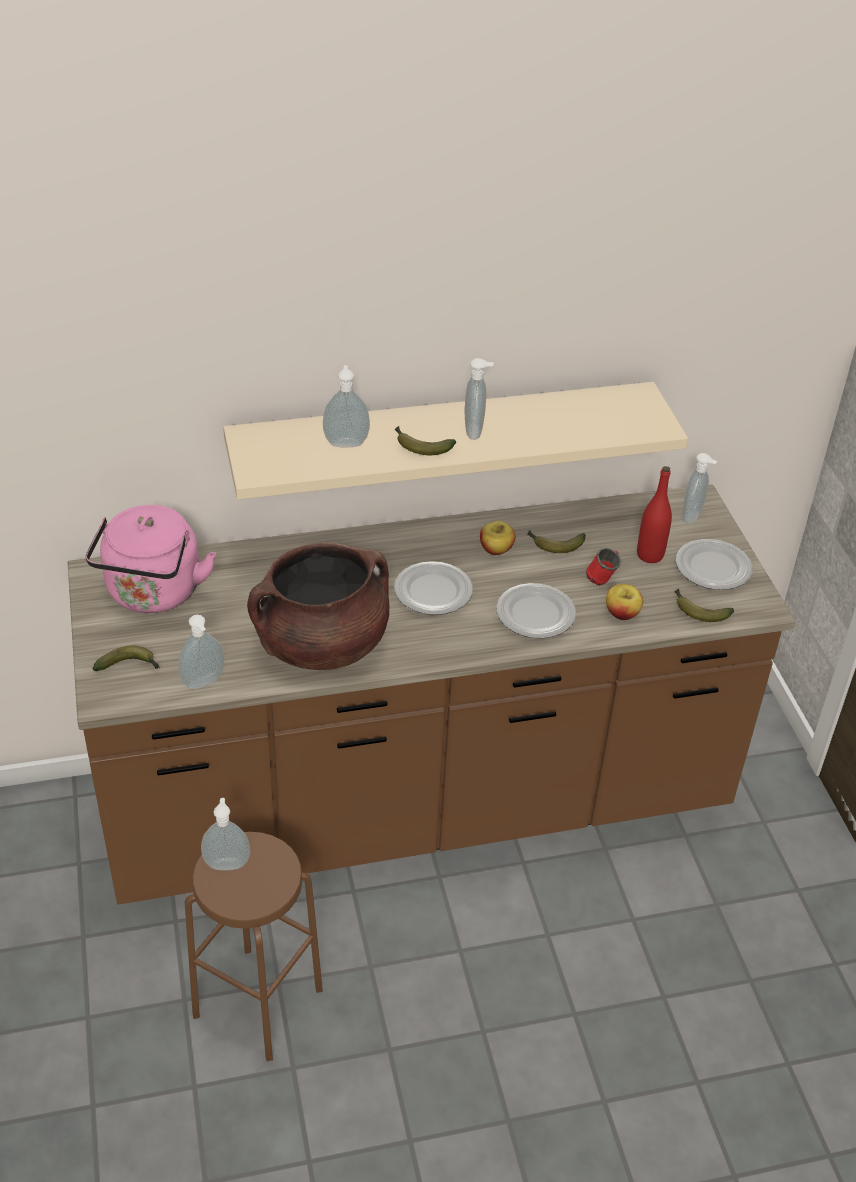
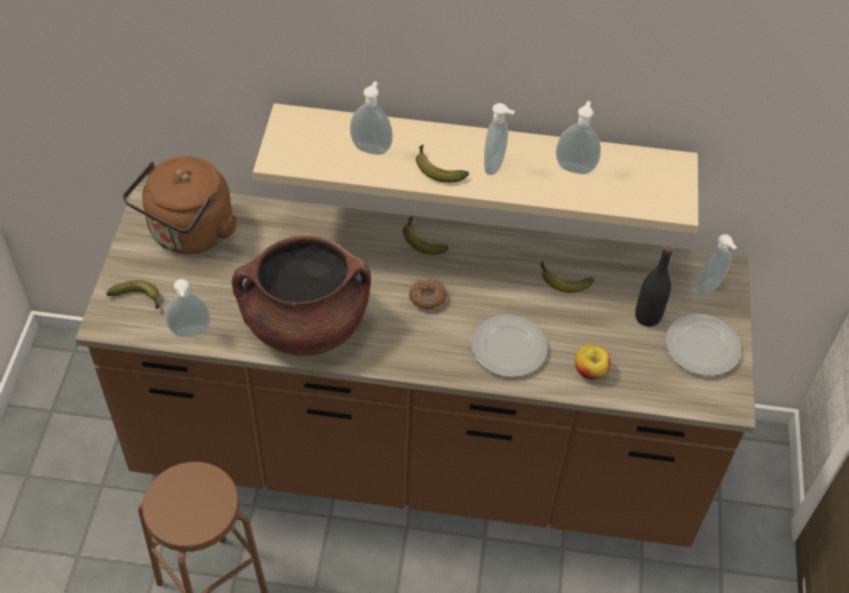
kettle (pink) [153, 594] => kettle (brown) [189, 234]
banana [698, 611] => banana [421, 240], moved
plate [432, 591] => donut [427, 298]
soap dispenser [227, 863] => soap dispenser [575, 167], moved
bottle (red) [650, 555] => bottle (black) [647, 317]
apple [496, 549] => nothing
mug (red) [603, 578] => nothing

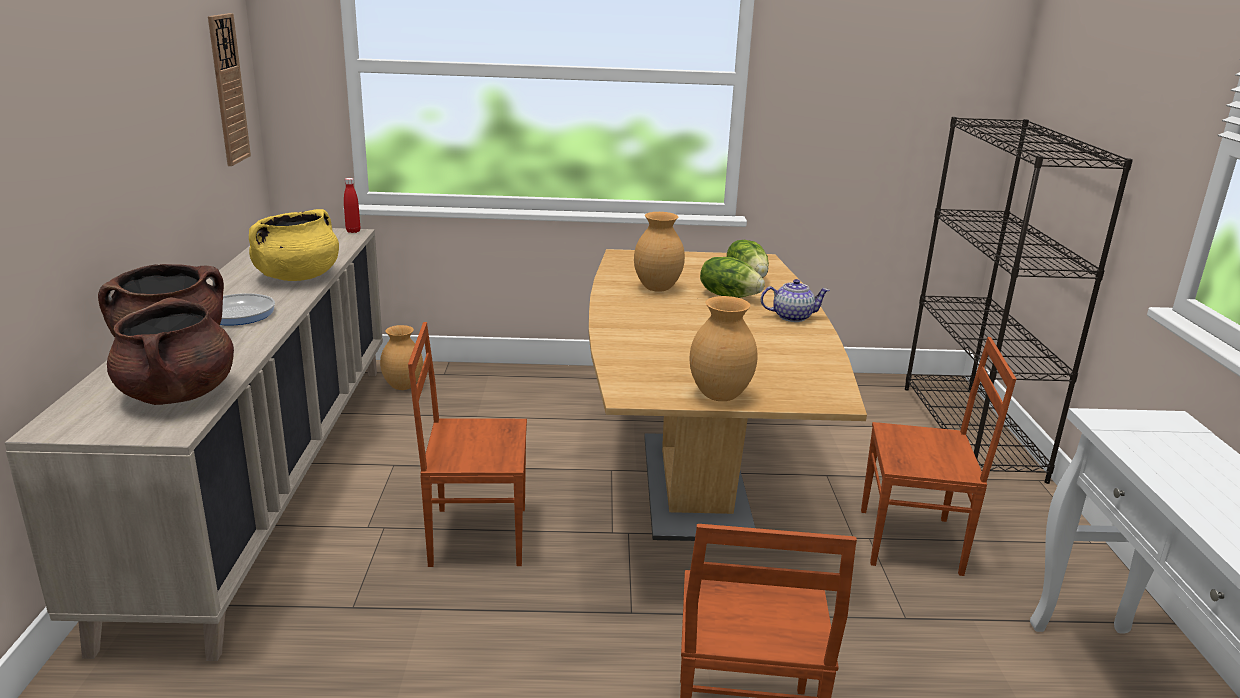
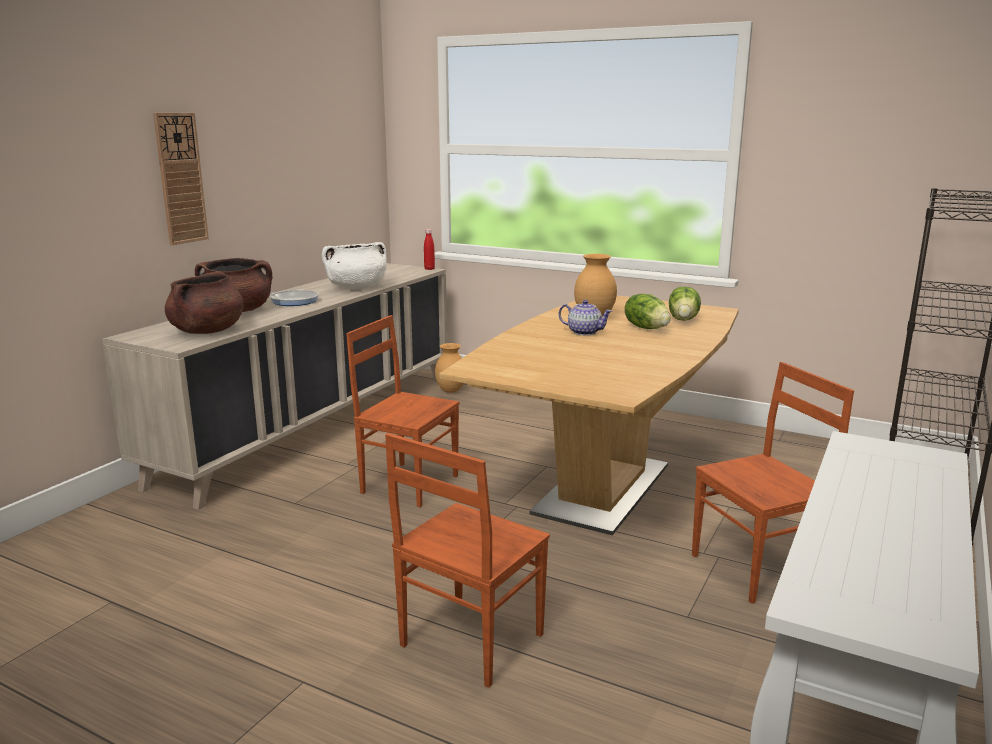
wall clock [228, 90] => wall clock [180, 178], moved
cooking pot (yellow) [297, 277] => cooking pot (white) [356, 288]
teapot [791, 317] => teapot [584, 332], moved
chair (brown) [912, 542] => chair (brown) [757, 569], 60 degrees counterclockwise
vase (brown) [720, 396] => nothing

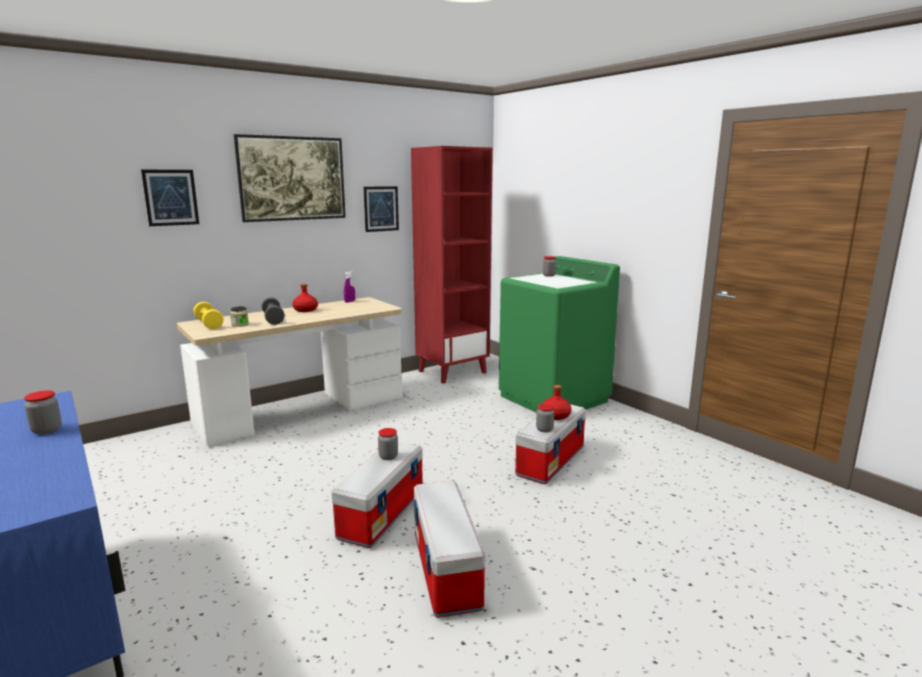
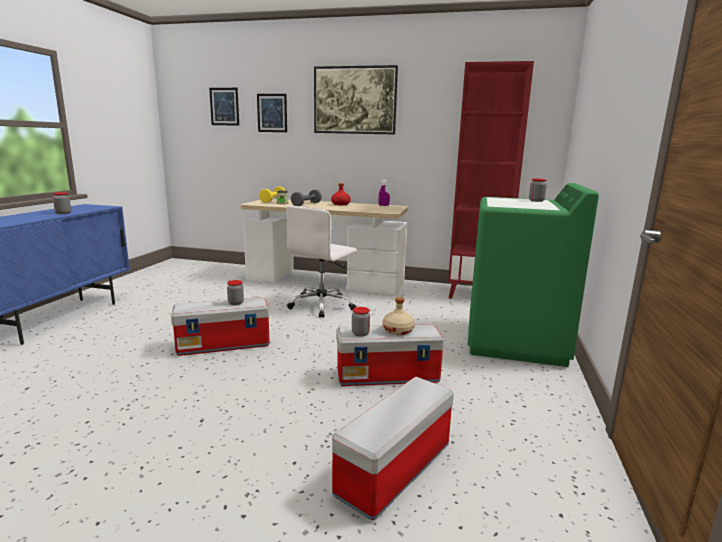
picture [381, 209] => picture [224, 106], moved
nothing => office chair (white) [322, 305]
storage box [447, 571] => storage box [394, 470], moved
bottle (red) [555, 416] => bottle (beige) [398, 330]

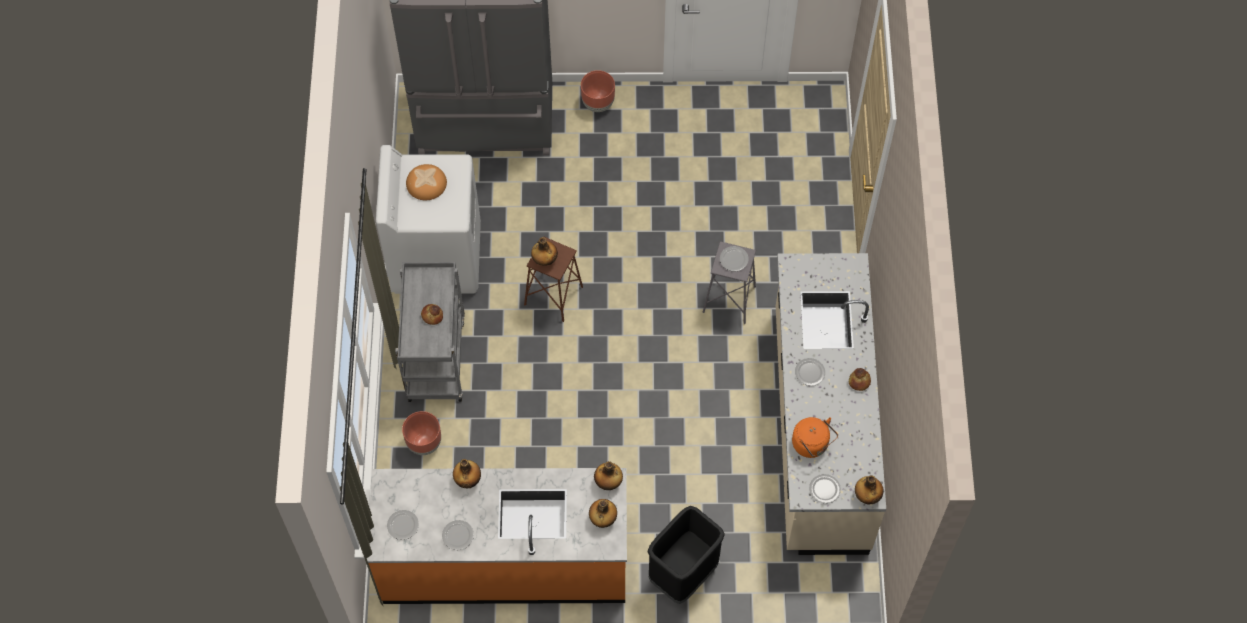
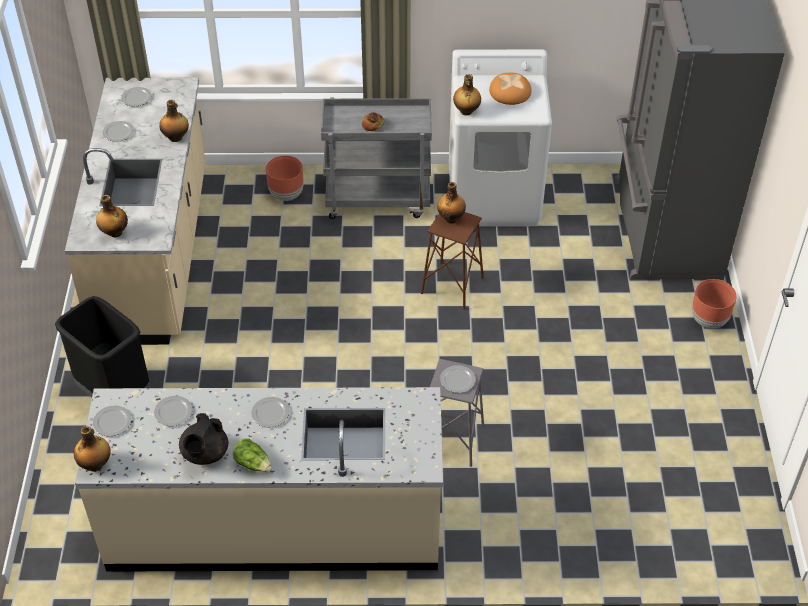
counter (orange) [505, 560] => counter (beige) [155, 254]
kettle (orange) [812, 445] => plate [172, 412]
nothing => teapot (black) [205, 454]
bread [859, 381] => lettuce [253, 463]
bottle [608, 482] => bottle [466, 111], moved

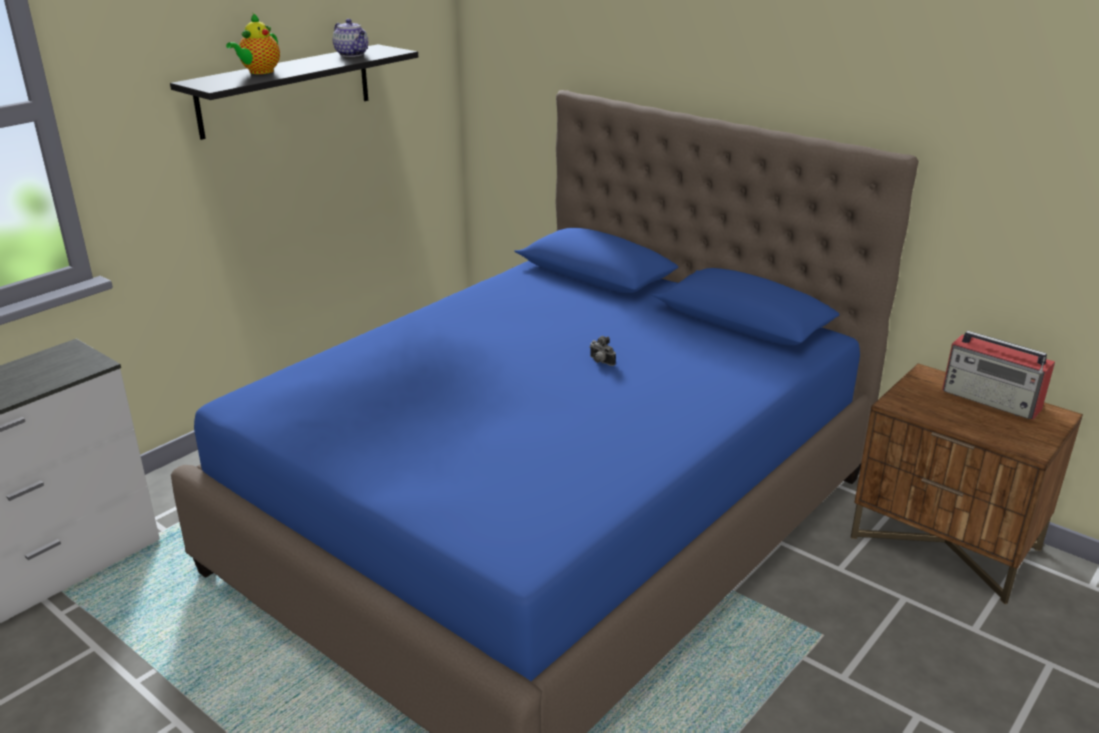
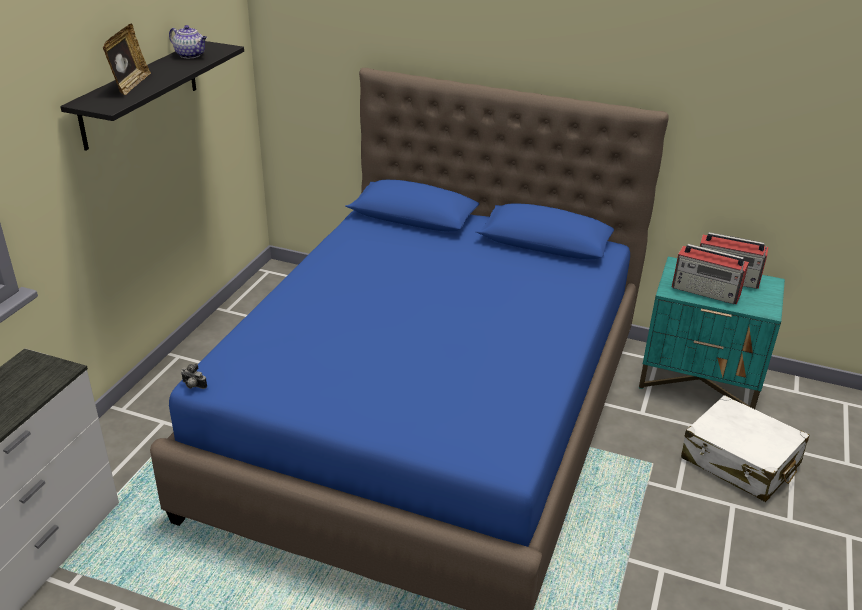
teapot [259, 72] => picture frame [130, 85]
photo camera [600, 362] => photo camera [193, 386], moved
nightstand (brown) [946, 544] => nightstand (turquoise) [700, 380]
nothing => radio [706, 291]
nothing => suitcase (white) [740, 461]

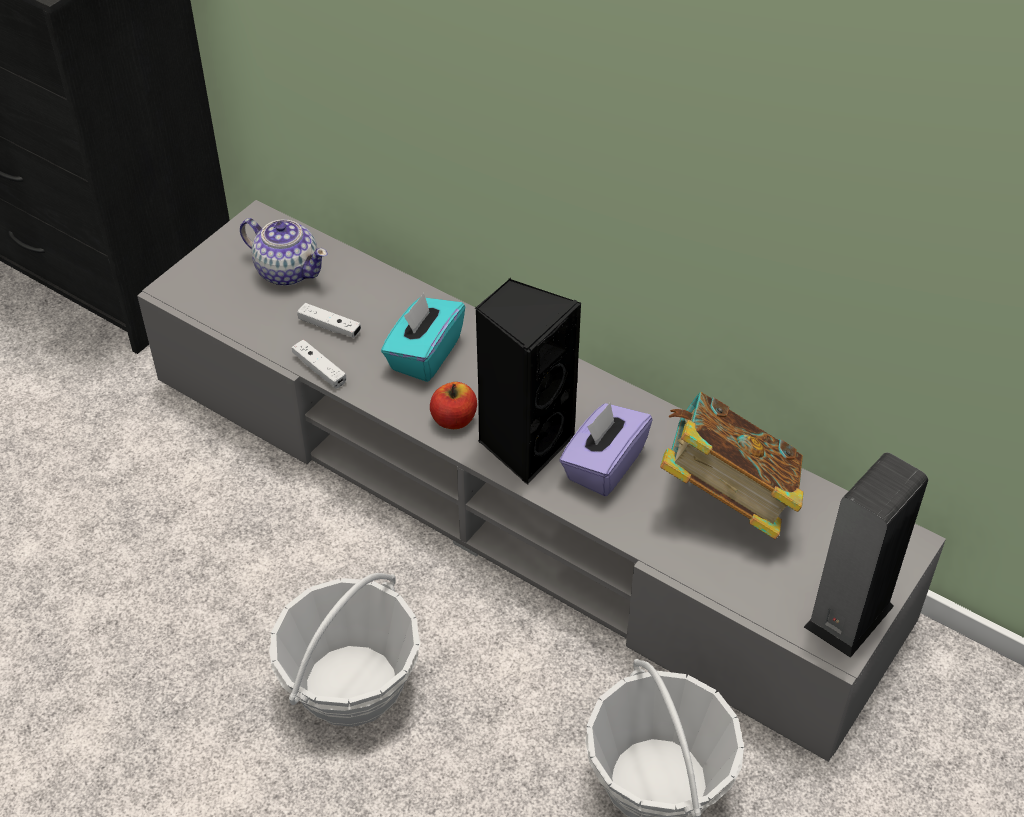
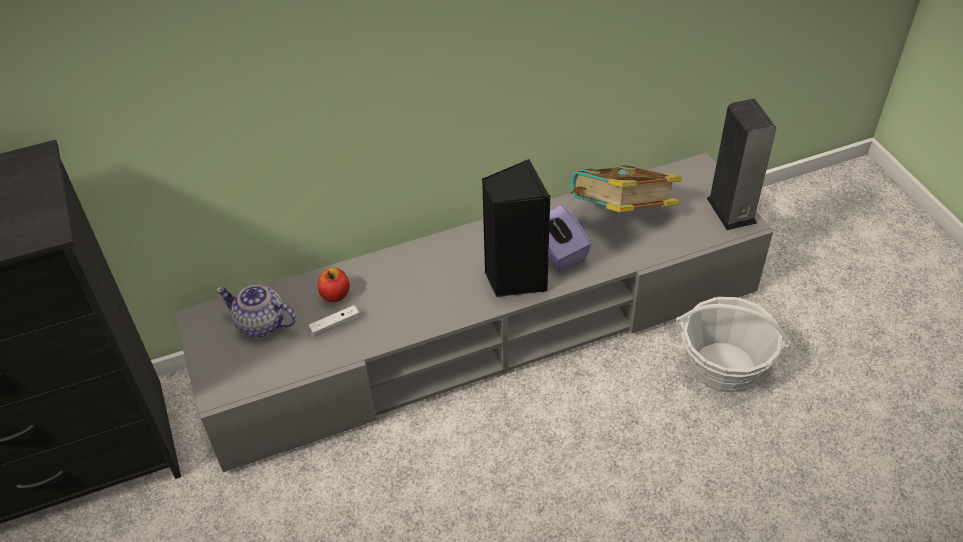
teapot [287, 270] => teapot [261, 324], 135 degrees counterclockwise
apple [454, 419] => apple [335, 294], moved
basket [351, 685] => nothing
game controller (white) [319, 369] => nothing
tissue box (turquoise) [424, 355] => nothing

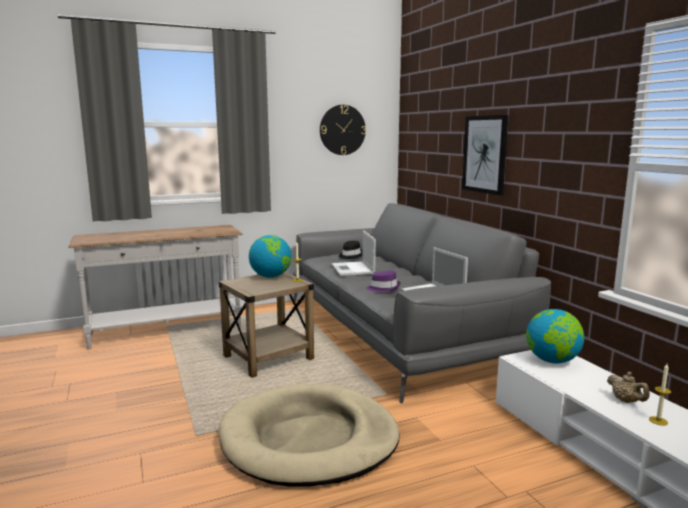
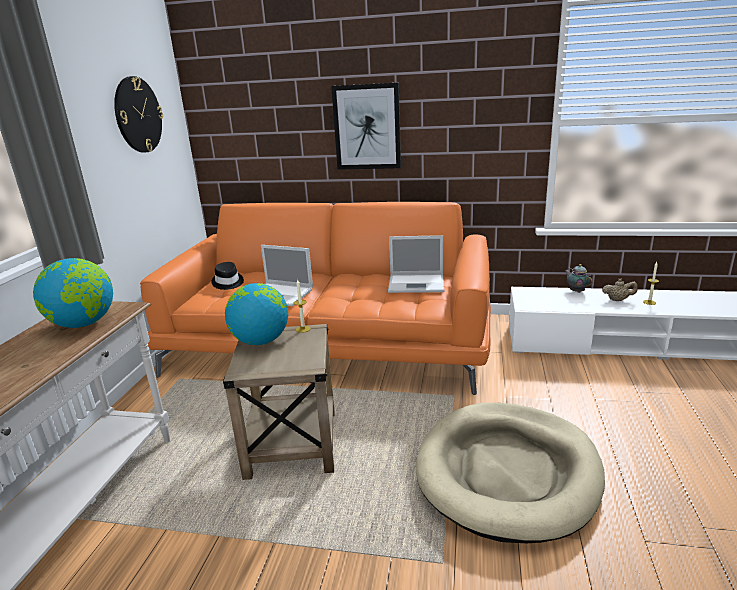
globe [552, 361] => globe [83, 324], moved
sofa (grey) [398, 332] => sofa (orange) [332, 343]
nothing => teapot [576, 291]
hat (purple) [383, 288] => nothing

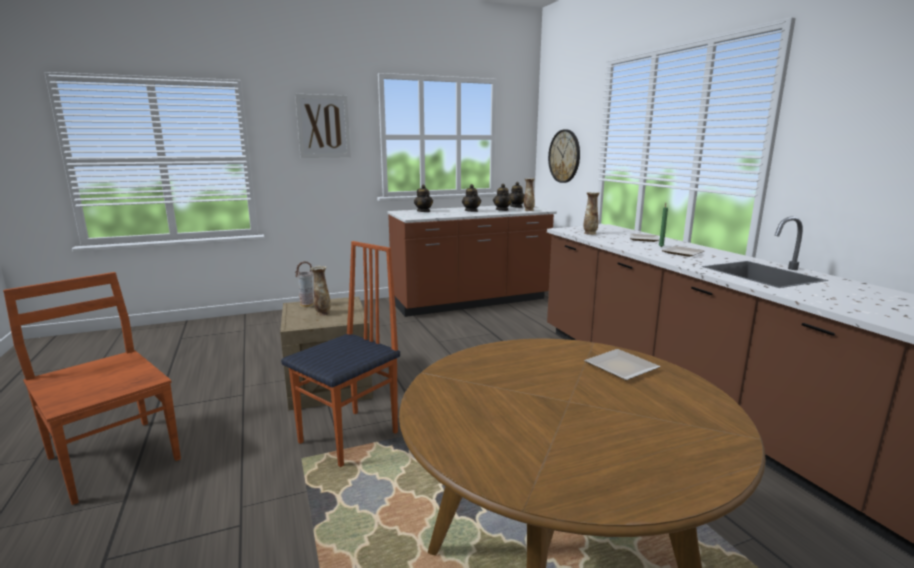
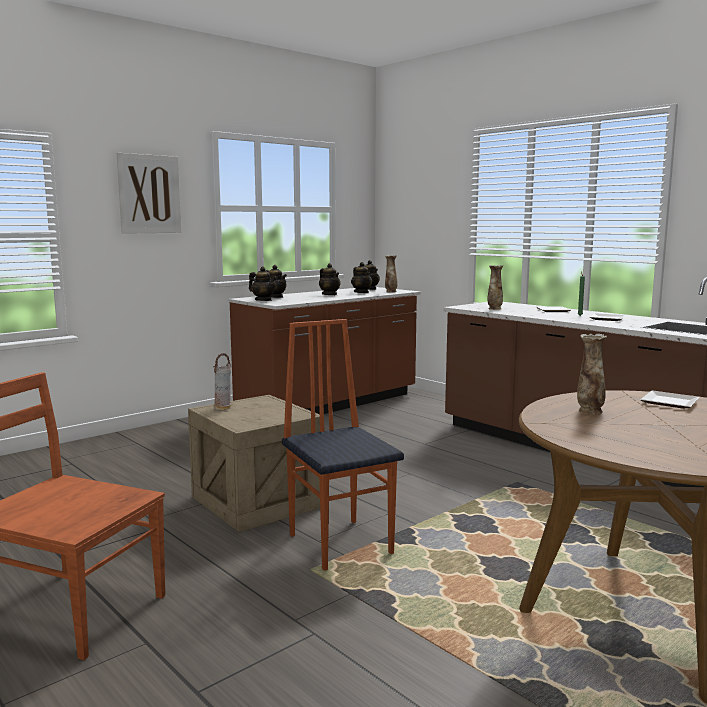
nothing => teapot [263, 300]
chair [350, 437] => chair [341, 543], 45 degrees counterclockwise
vase [322, 313] => vase [589, 411], moved
wall clock [564, 156] => nothing

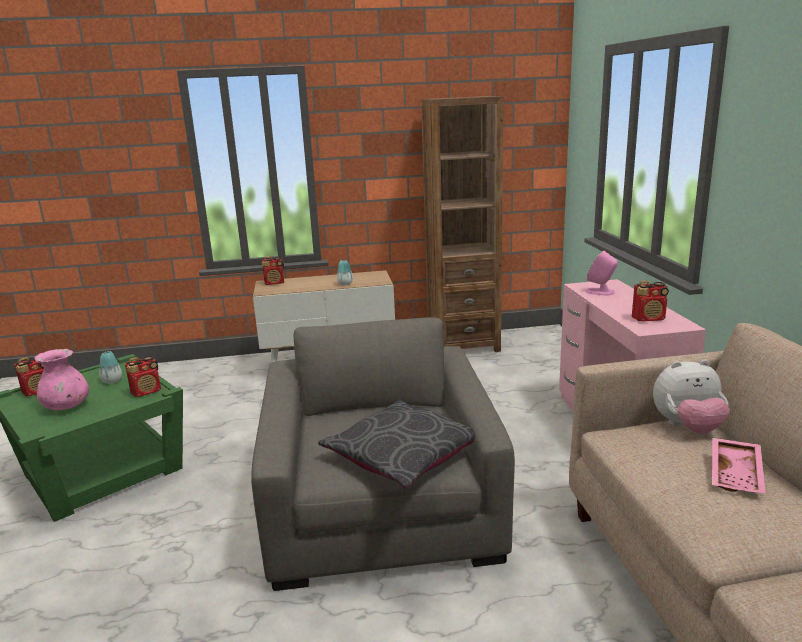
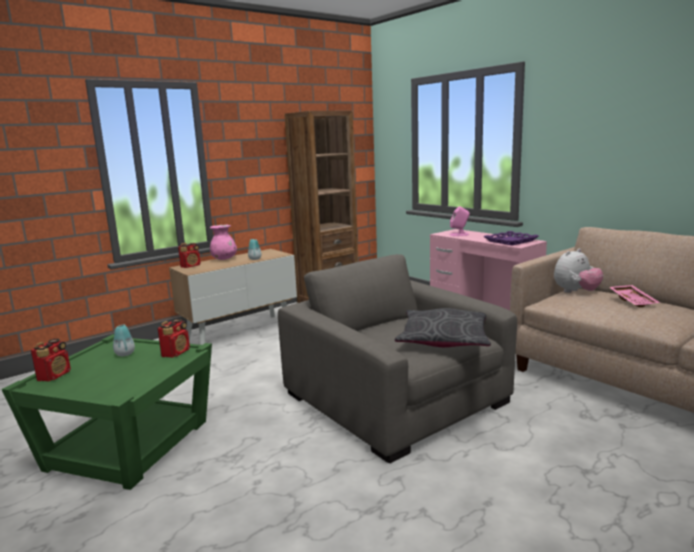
vase (pink) [67, 407] => vase (pink) [224, 259], moved
radio [649, 319] => tray (purple) [510, 241]

